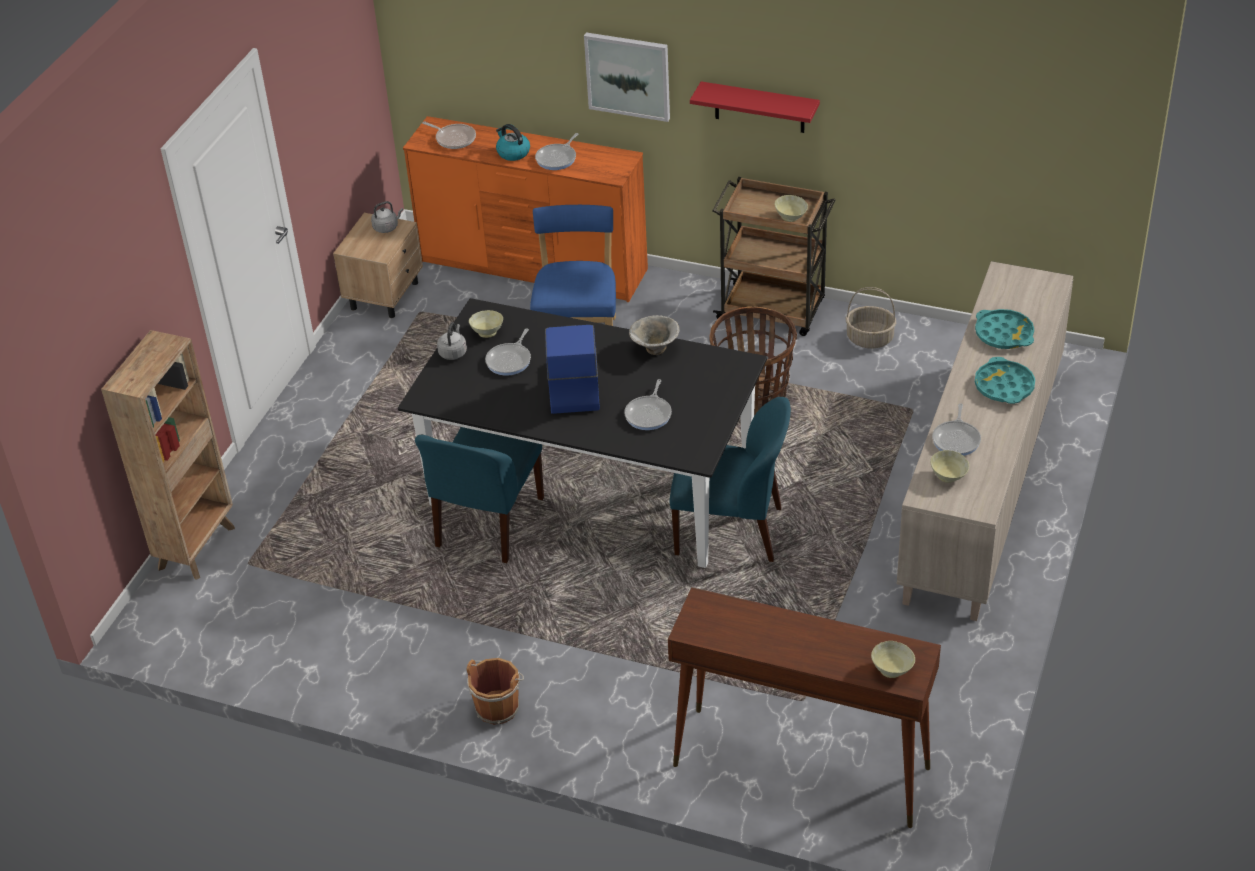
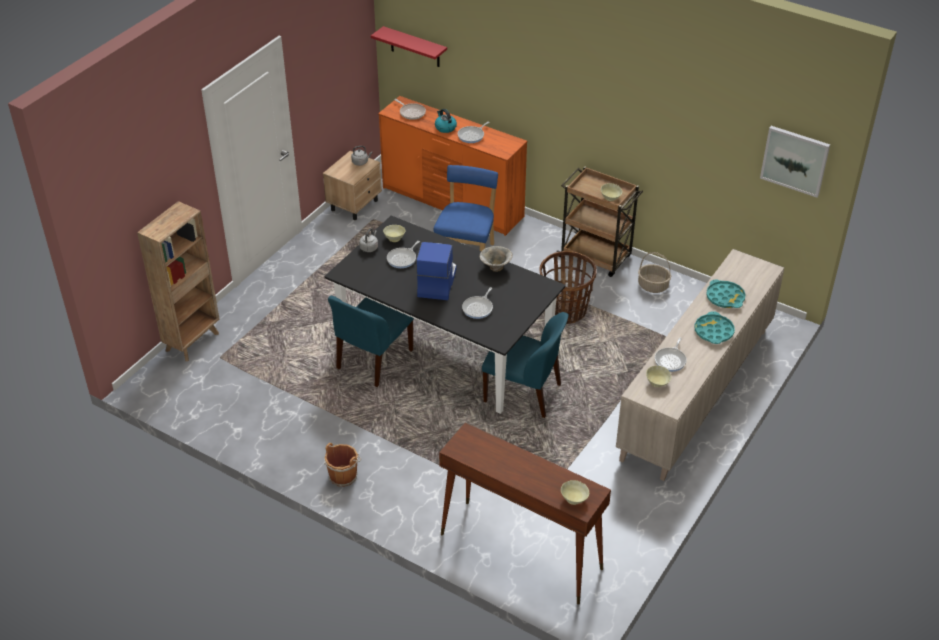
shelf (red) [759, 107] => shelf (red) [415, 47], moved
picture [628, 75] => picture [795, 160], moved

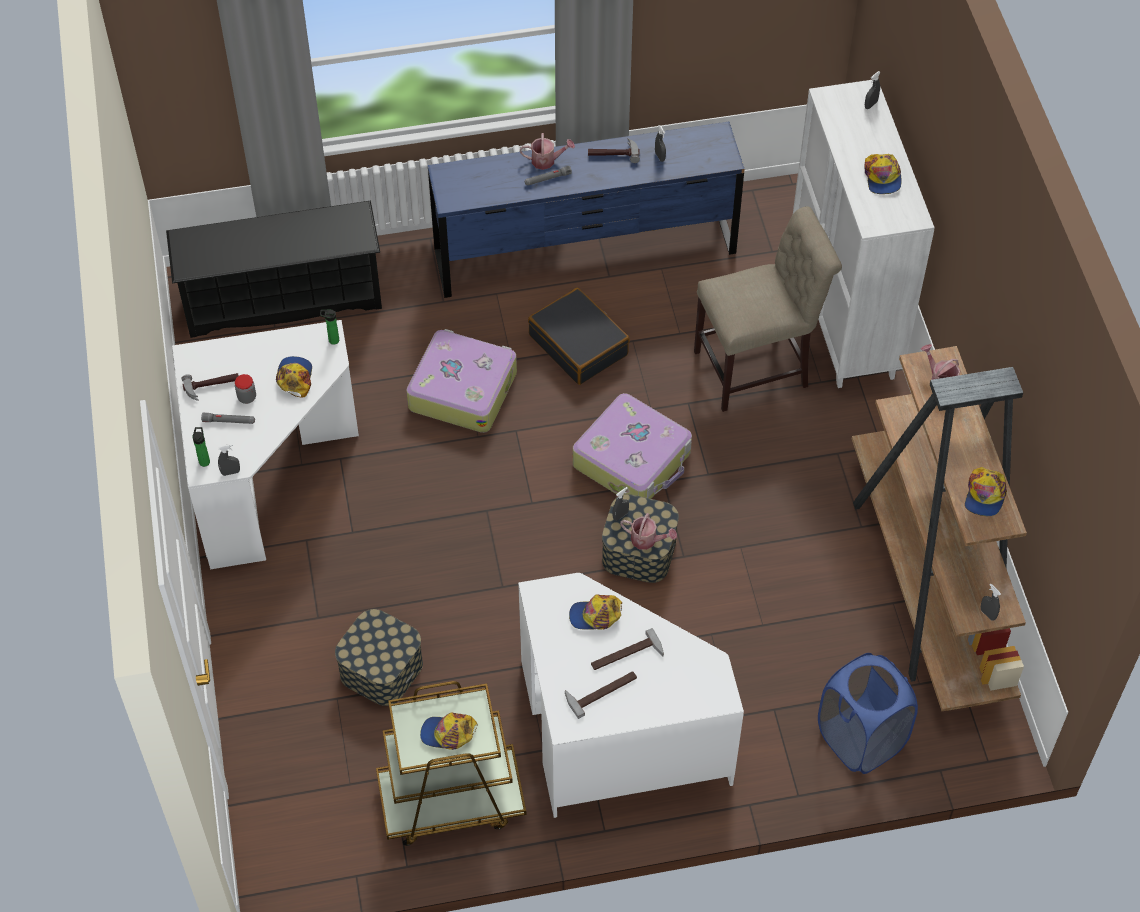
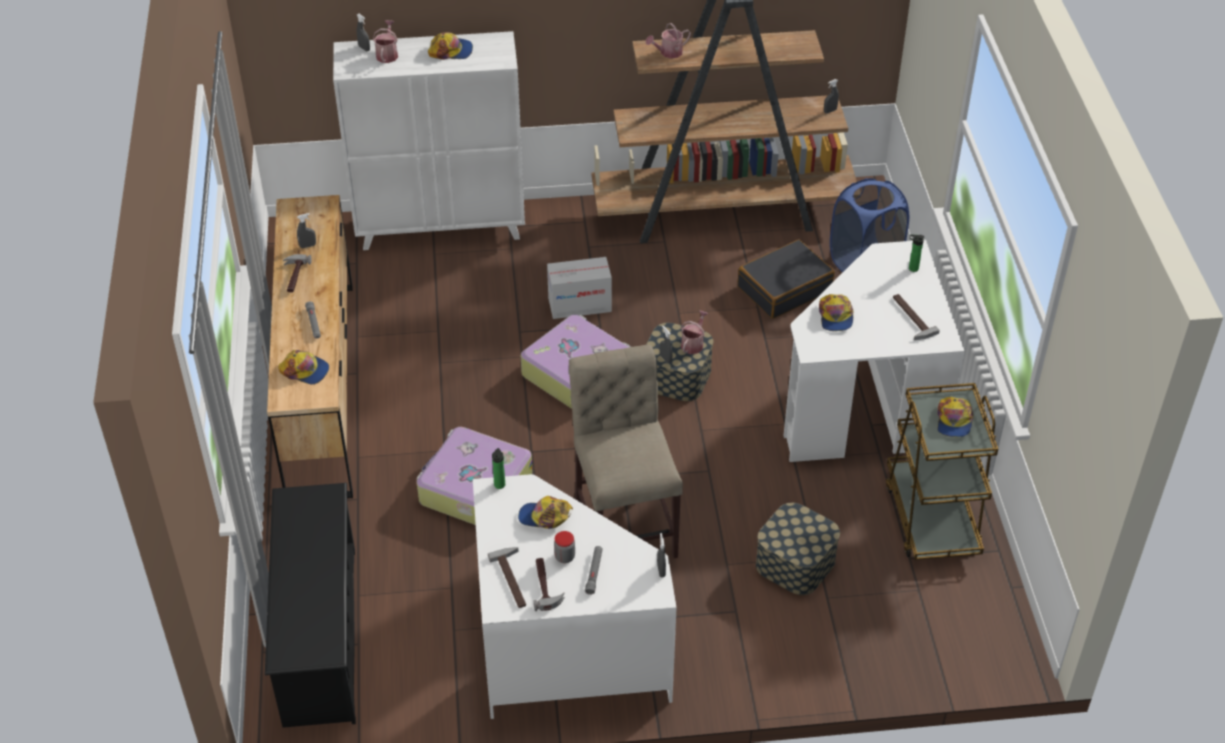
dresser (blue) [585, 252] => dresser (brown) [321, 388]
cap [984, 495] => cap [305, 370], moved
watering can [546, 160] => watering can [387, 54], moved
hammer [626, 656] => hammer [514, 579], moved
nothing => cardboard box [579, 305]
chair (beige) [758, 368] => chair (beige) [624, 523], moved
suitcase (black) [579, 345] => suitcase (black) [784, 288], moved
bottle [204, 460] => bottle [911, 268], moved

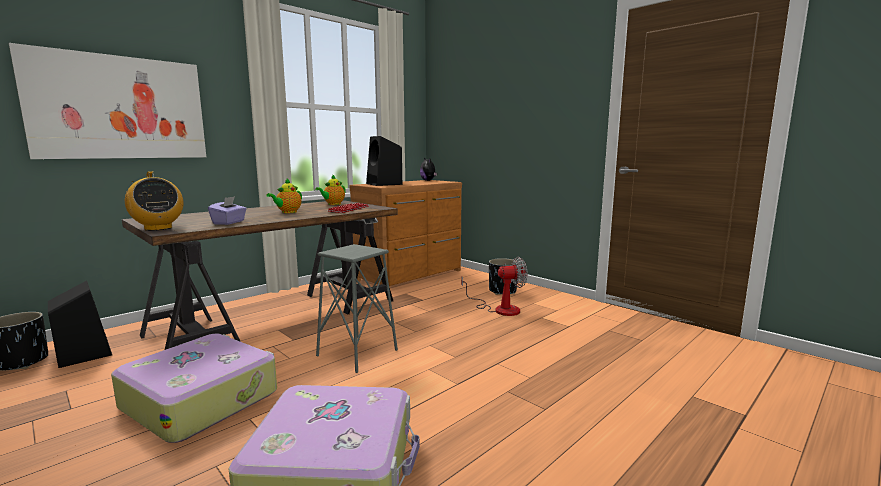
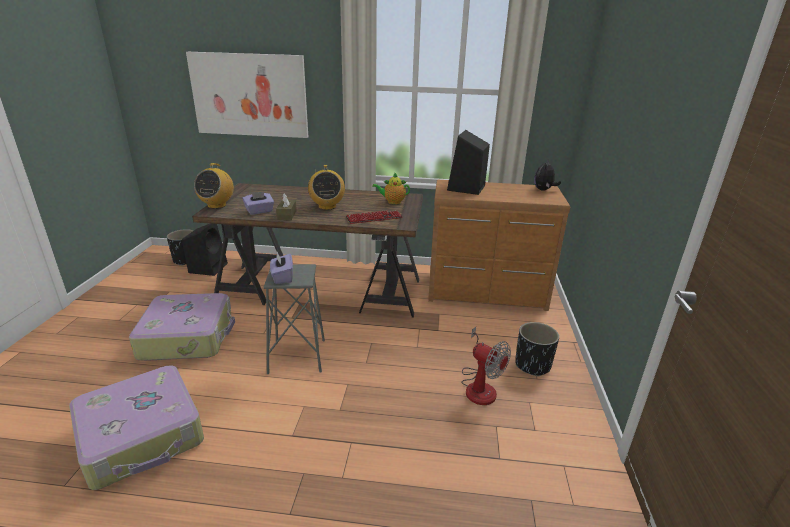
nothing => tissue box (purple) [282, 277]
nothing => tissue box (brown) [287, 215]
teapot [288, 212] => radio [327, 206]

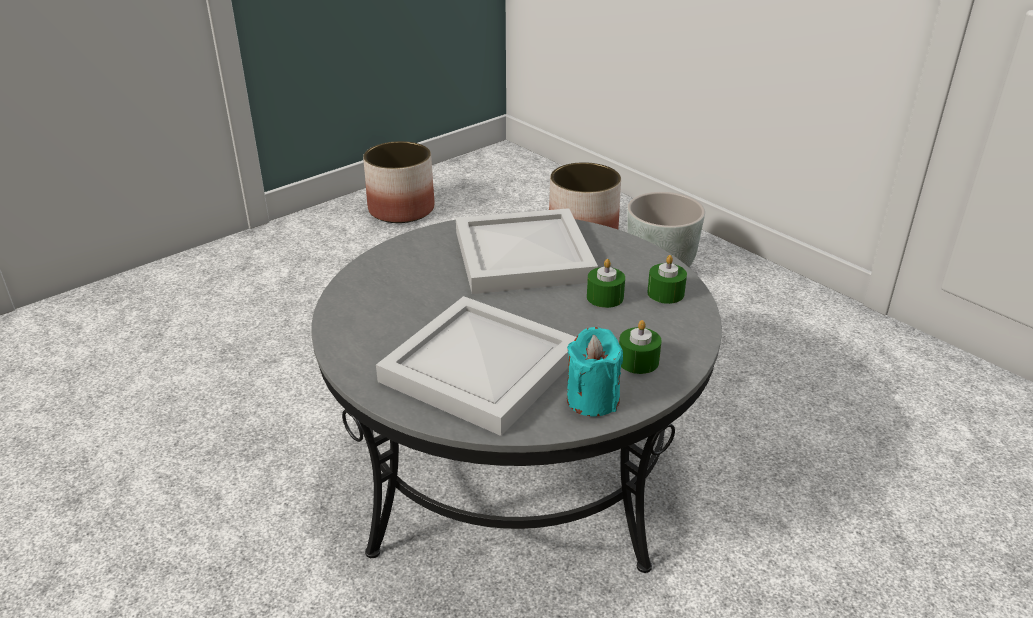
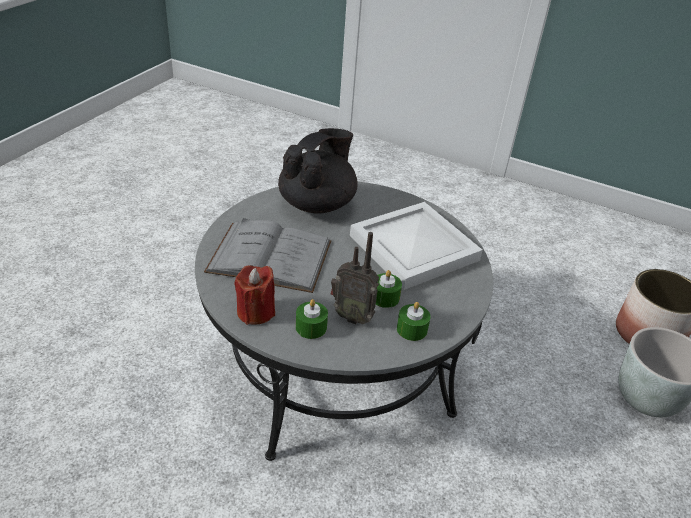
tray (white) [480, 366] => book (grey) [270, 256]
candle (turquoise) [592, 399] => candle (red) [256, 312]
nothing => teapot (black) [318, 204]
nothing => radio [352, 316]
planter [402, 209] => nothing

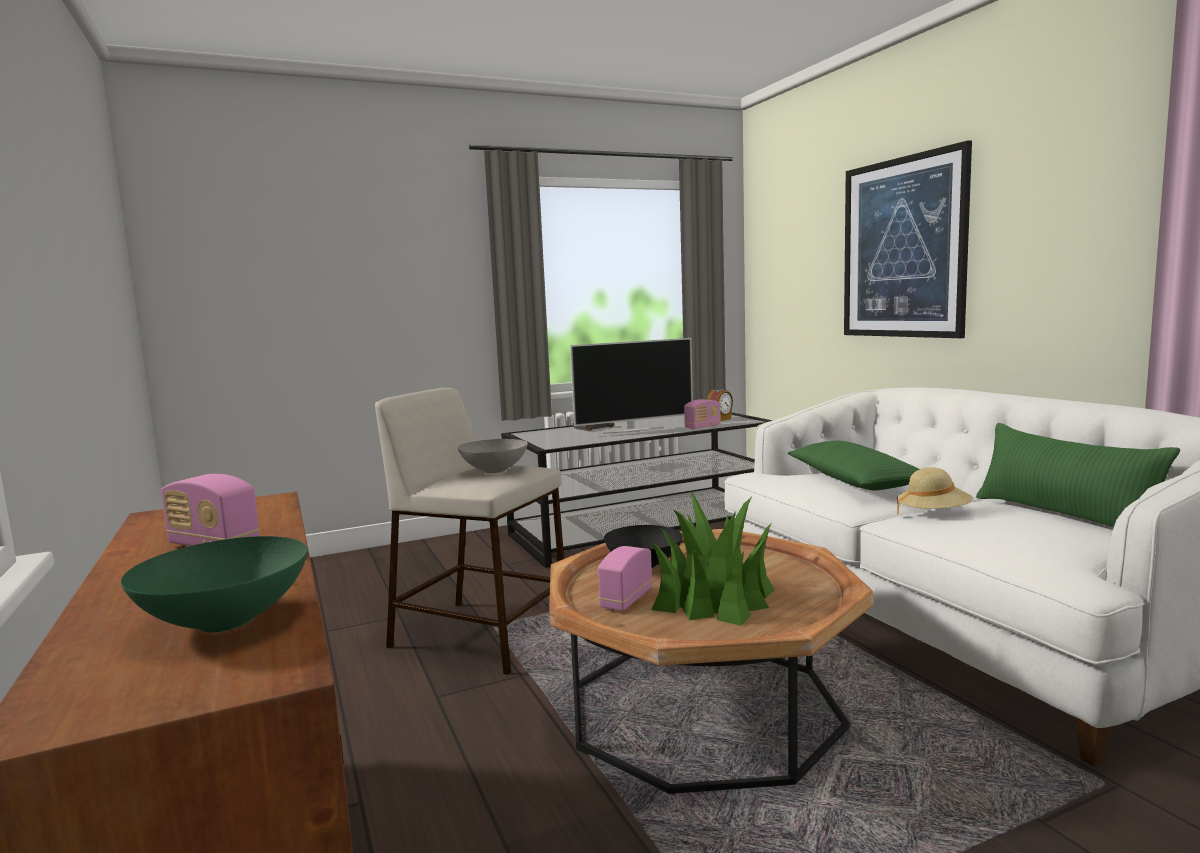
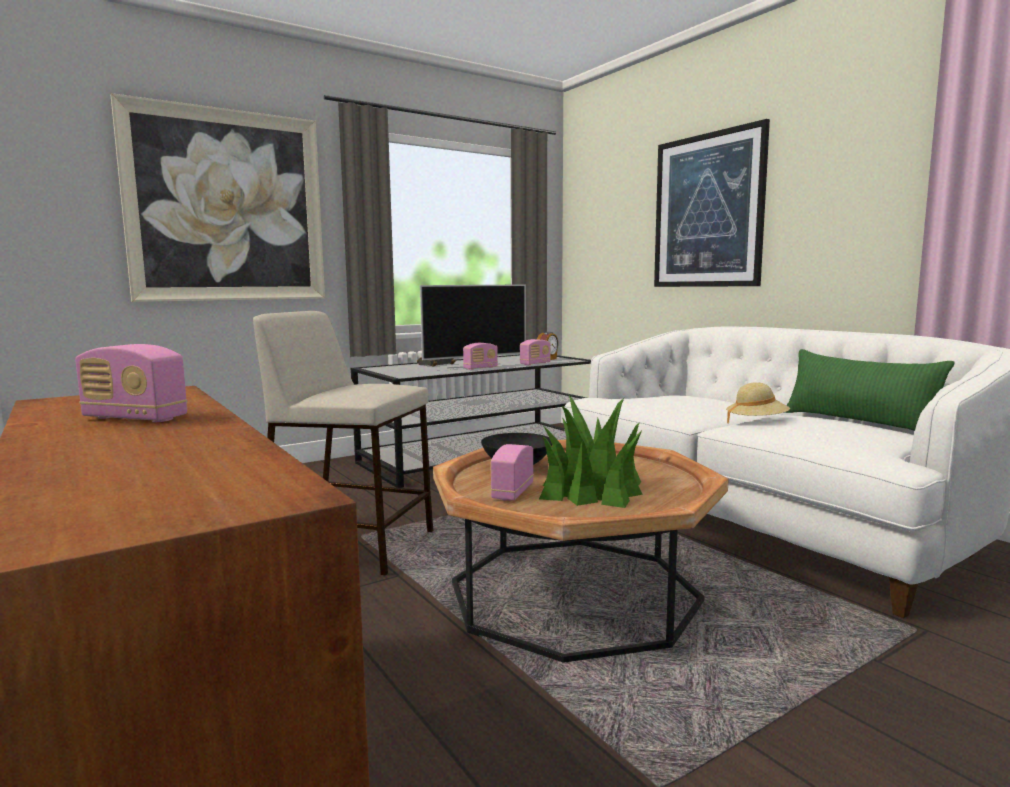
nothing => picture [227, 207]
nothing => radio [480, 368]
bowl (green) [229, 621] => nothing
bowl (grey) [495, 470] => nothing
pillow (green) [854, 481] => nothing

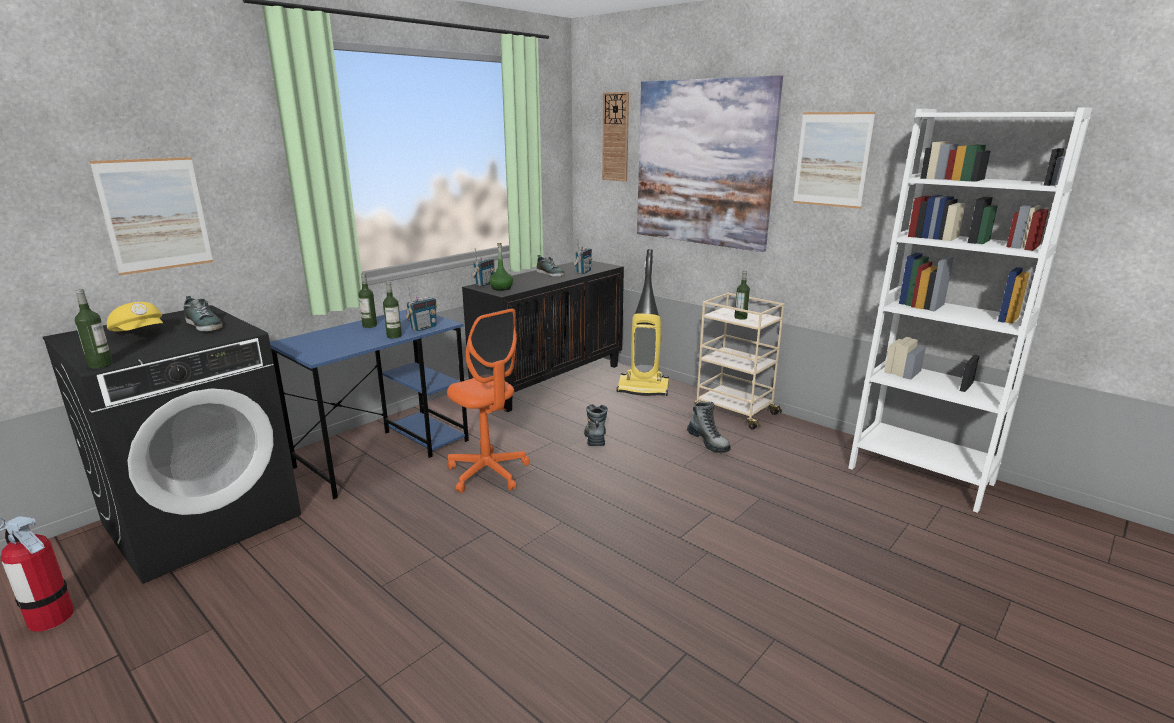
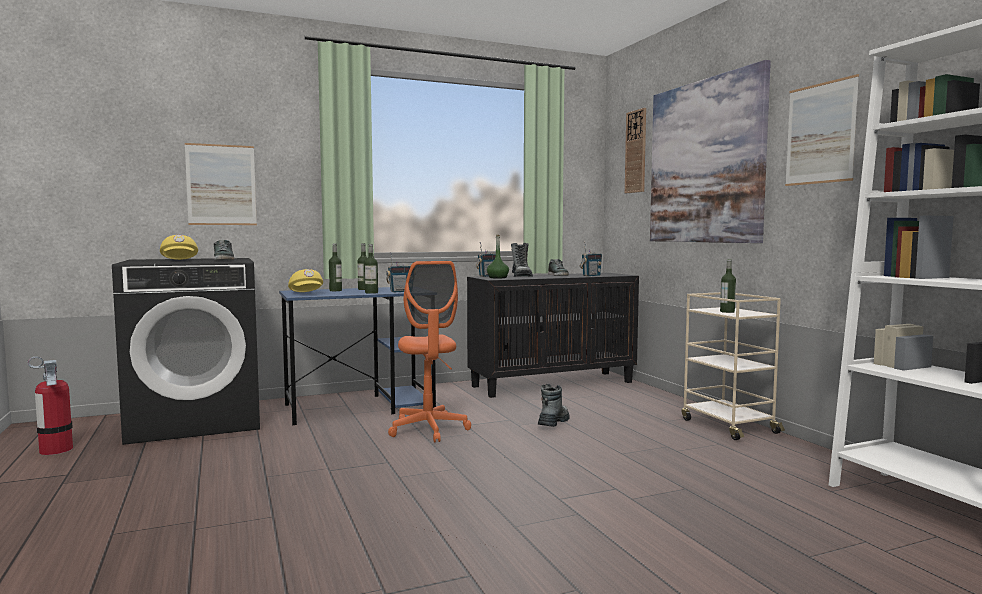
nothing => cap (yellow) [307, 293]
bottle [100, 365] => bottle [335, 290], moved
boot [708, 442] => boot [521, 276], moved
vacuum cleaner [643, 389] => nothing

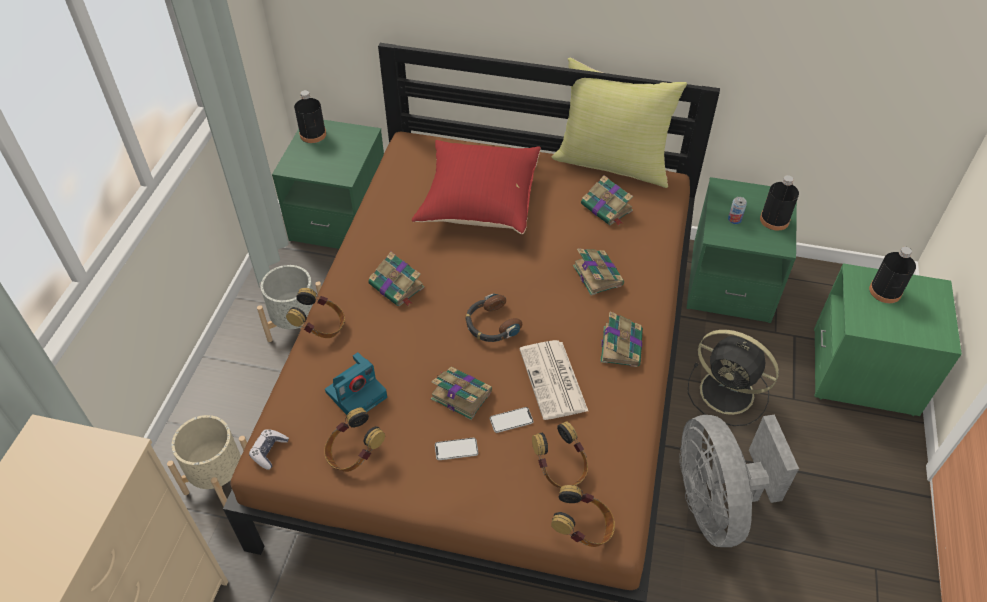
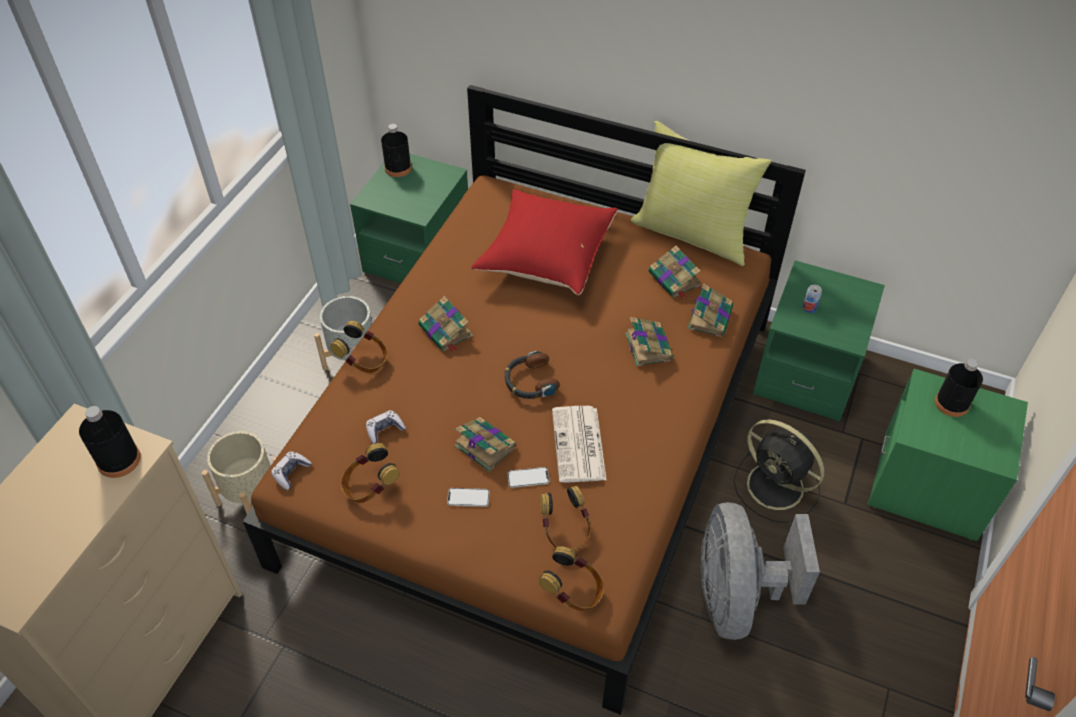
bottle (black) [774, 220] => bottle (black) [119, 460], moved
photo camera [357, 393] => game controller [385, 430]
book [621, 345] => book [710, 317], moved

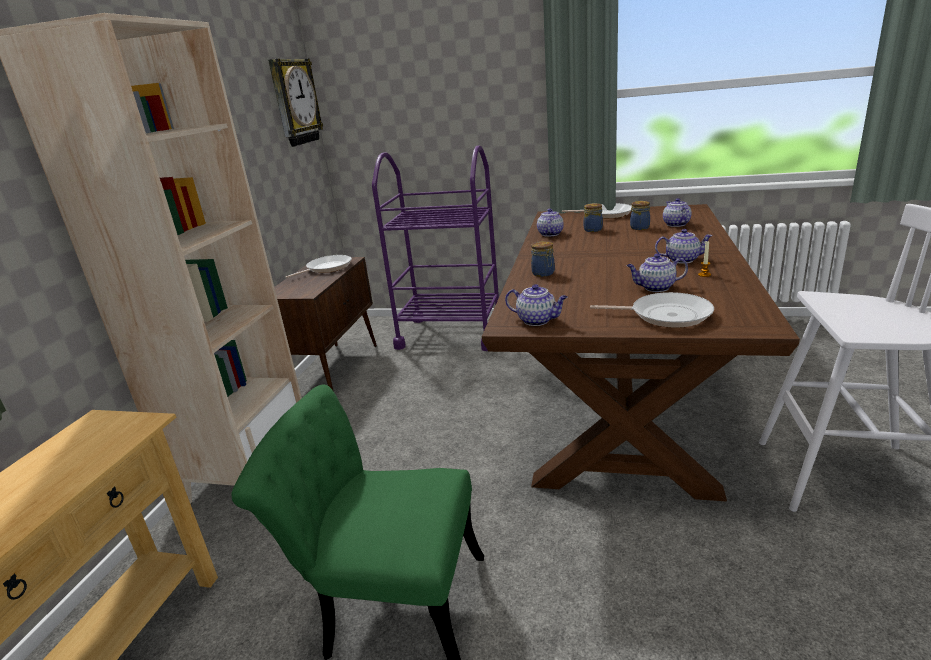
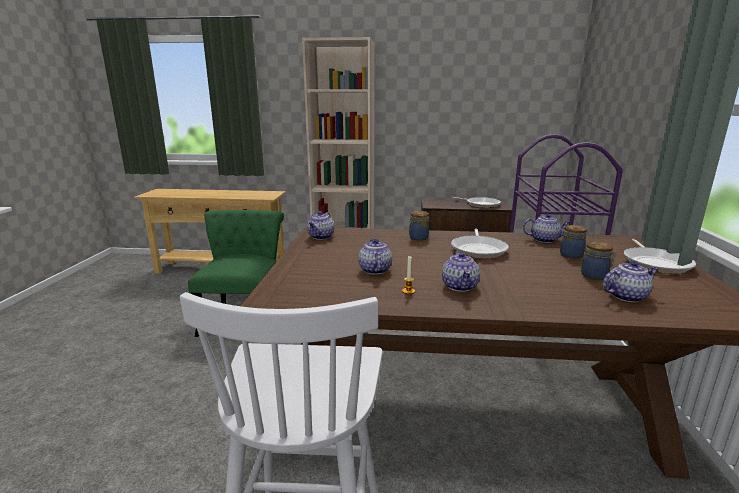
frying pan [665, 315] => frying pan [479, 249], moved
wall clock [294, 102] => nothing

